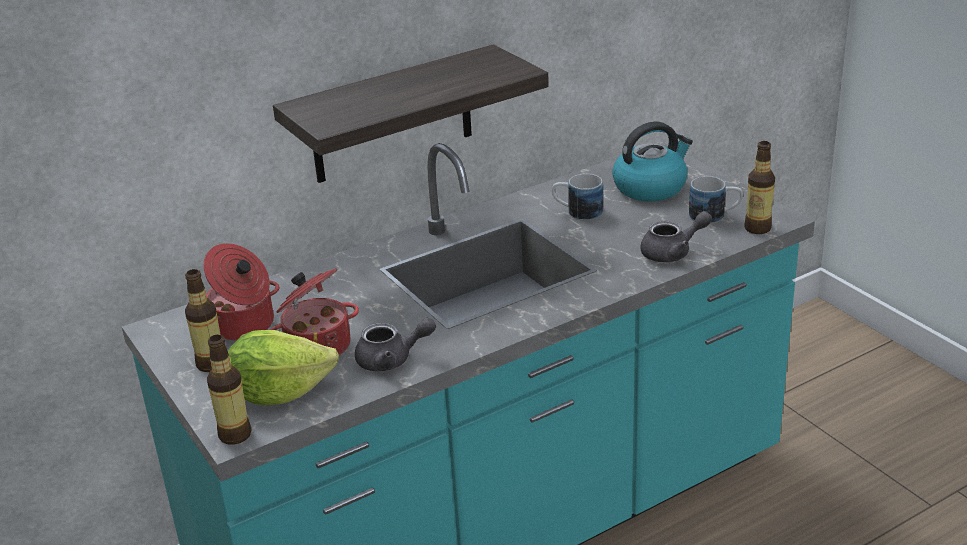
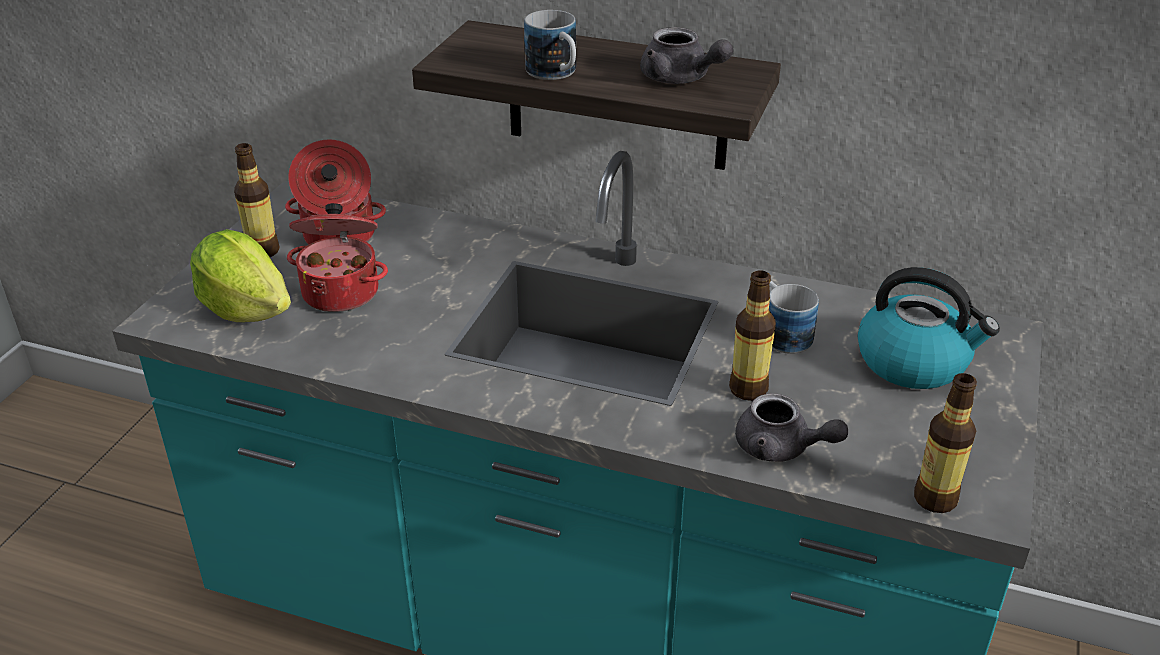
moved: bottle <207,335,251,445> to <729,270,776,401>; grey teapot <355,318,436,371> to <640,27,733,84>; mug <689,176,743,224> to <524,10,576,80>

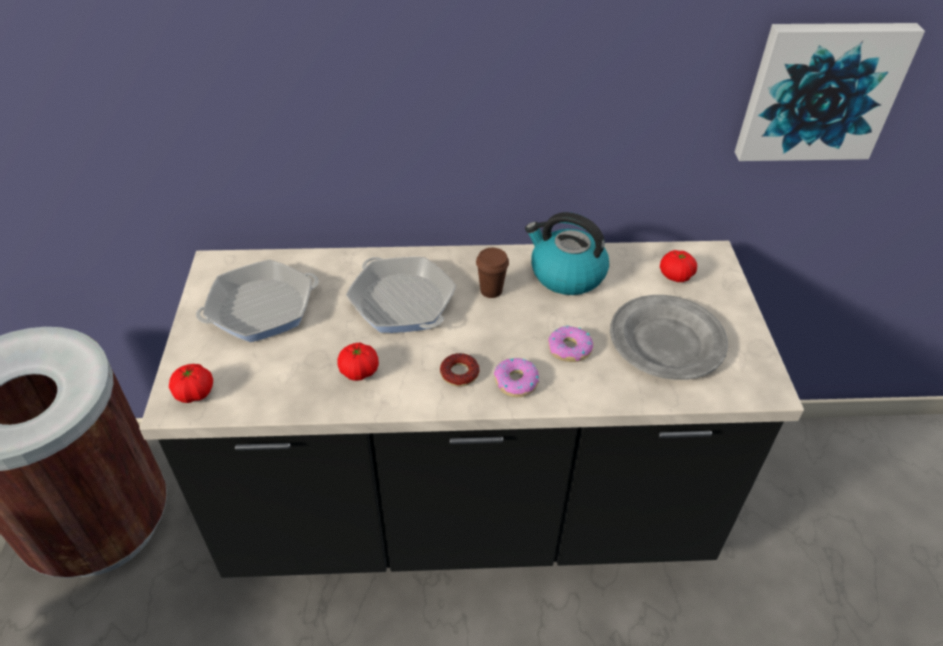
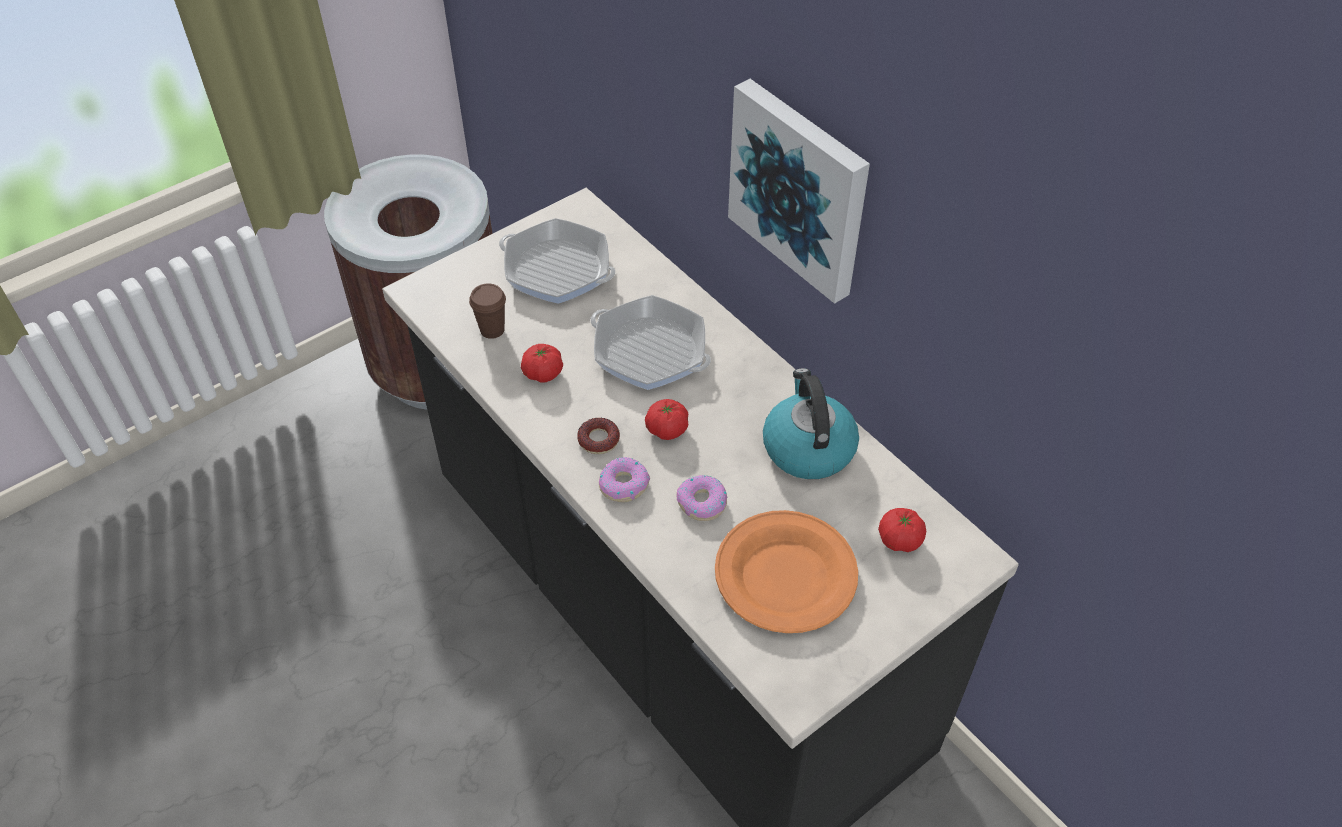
moved: tomato <169,364,213,403> to <645,399,688,440>; brown cup <476,248,509,298> to <469,283,506,339>; picture <735,23,925,161> to <728,79,870,304>
recoloured: grey plate <610,295,728,380> to orange plate <715,510,858,633>
turned: frying pan <346,257,456,333> = <590,295,711,390> 75 degrees counterclockwise

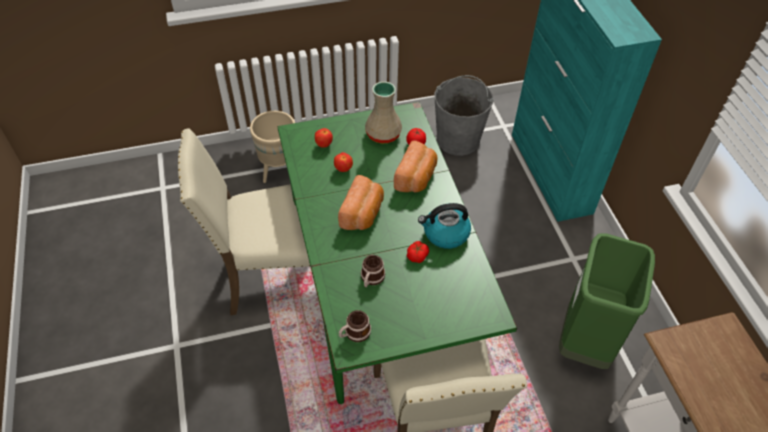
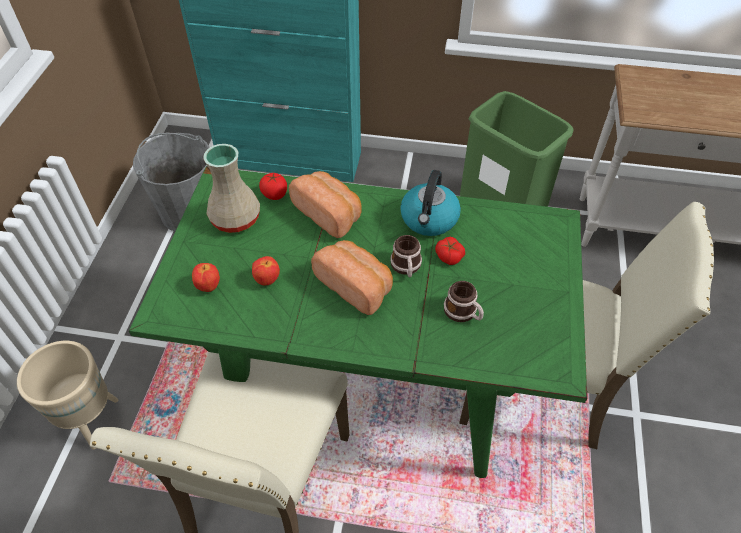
moved: mug <339,310,371,342> to <390,235,422,277>

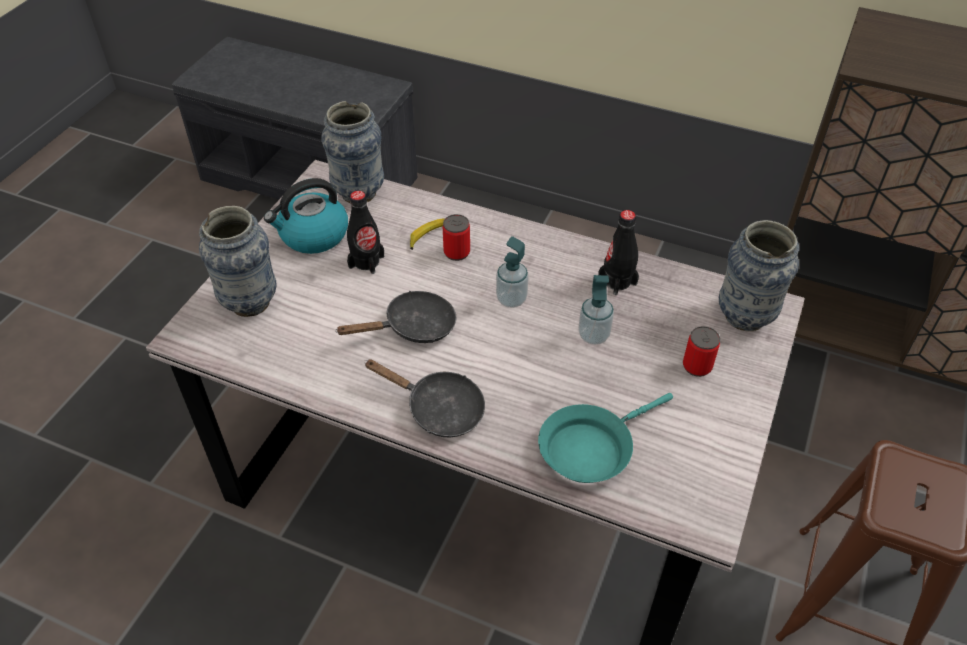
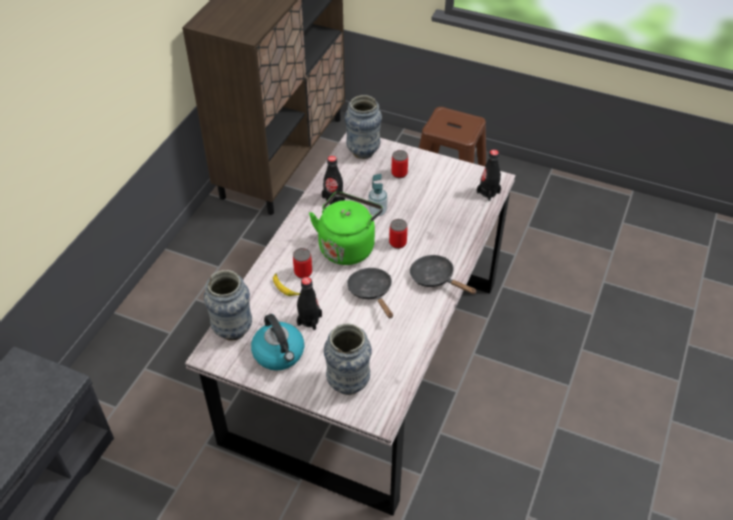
removed: turquoise frying pan <538,393,673,483>
added: can <389,219,408,249>; black bottle <477,150,501,201>
replaced: soap dispenser <496,236,529,308> to green kettle <309,192,383,265>
turned: black frying pan <364,359,485,438> = <410,255,477,294> 75 degrees counterclockwise

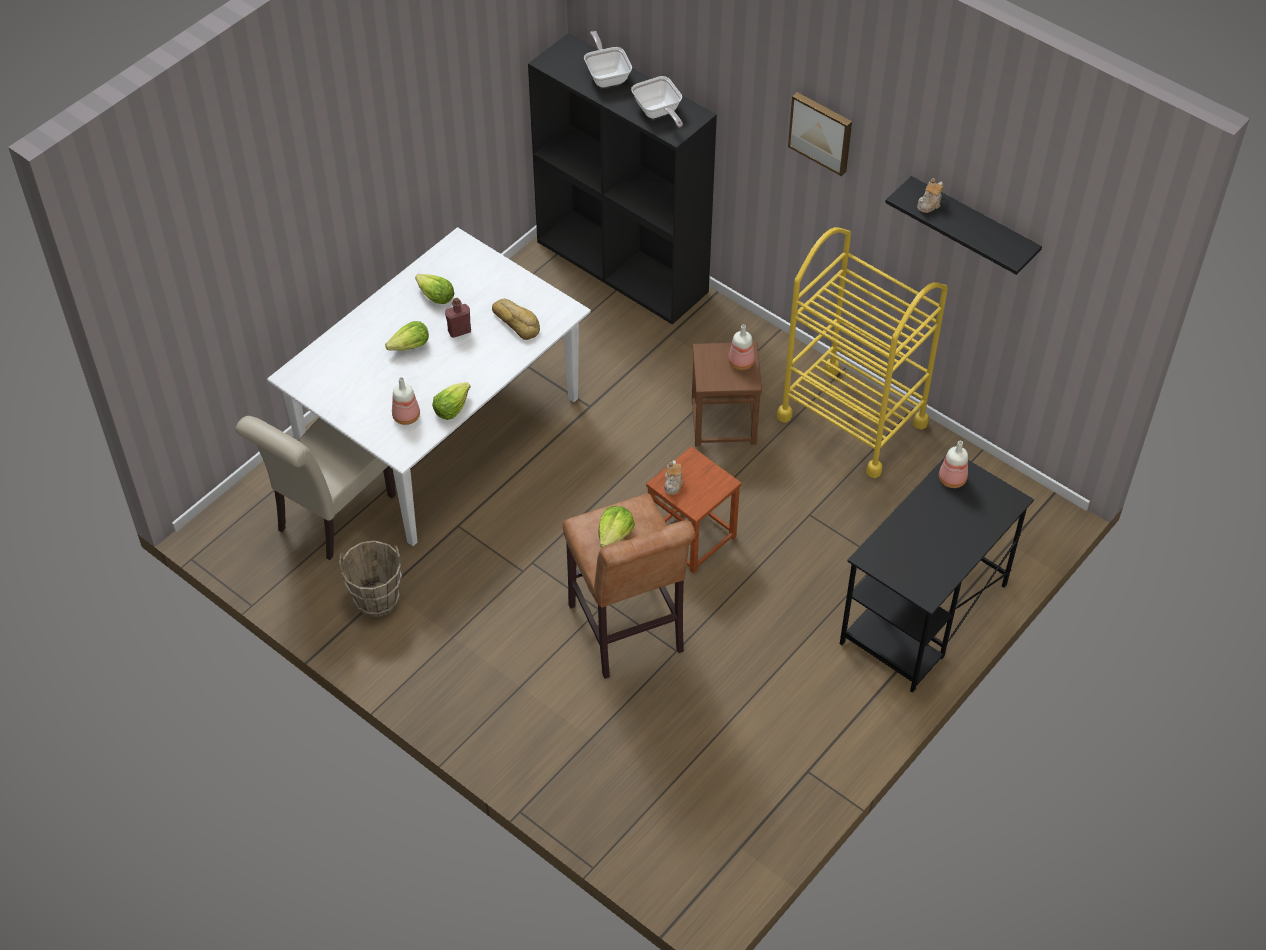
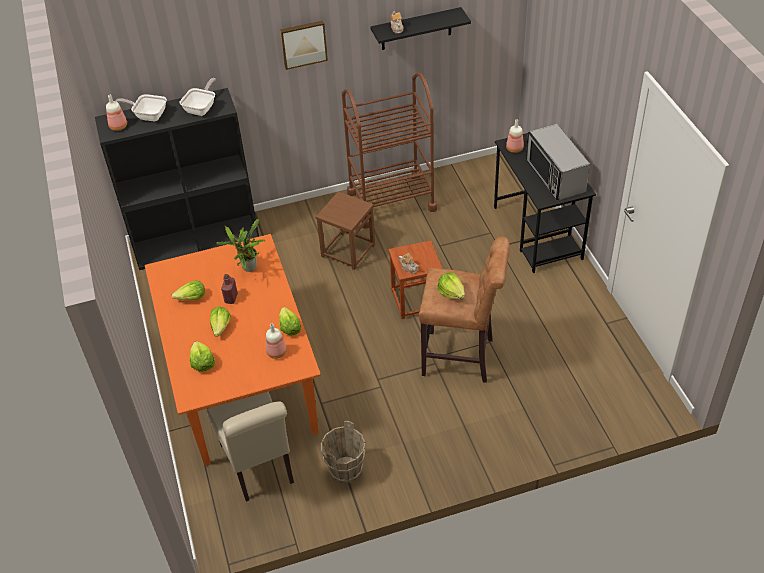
added: lettuce <190,341,215,372>; microwave <526,124,590,200>
moved: bottle <728,325,755,370> to <106,95,127,131>
replaced: bread <492,299,540,340> to potted plant <217,219,266,272>
recoloured: white dining table <267,227,591,546> to orange dining table <145,234,321,466>; yellow cart <777,227,948,478> to brown cart <342,72,437,229>
turned: frying pan <631,76,683,128> = <179,78,216,116> 75 degrees counterclockwise

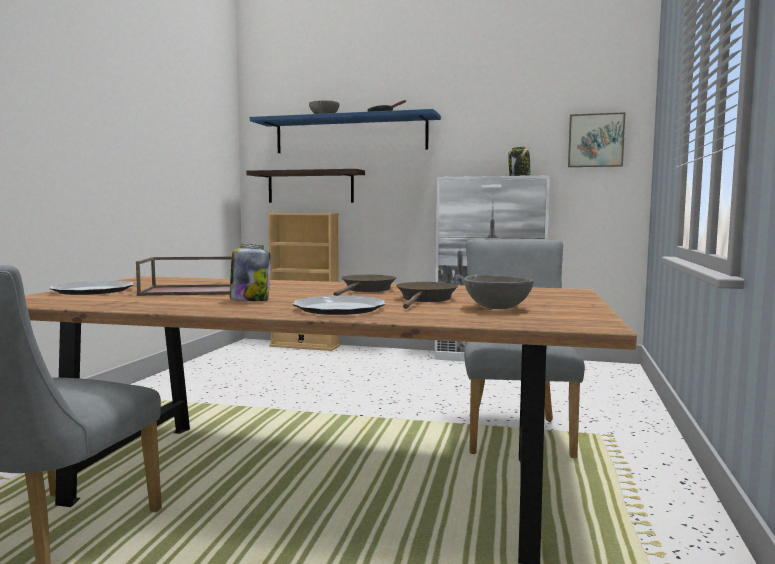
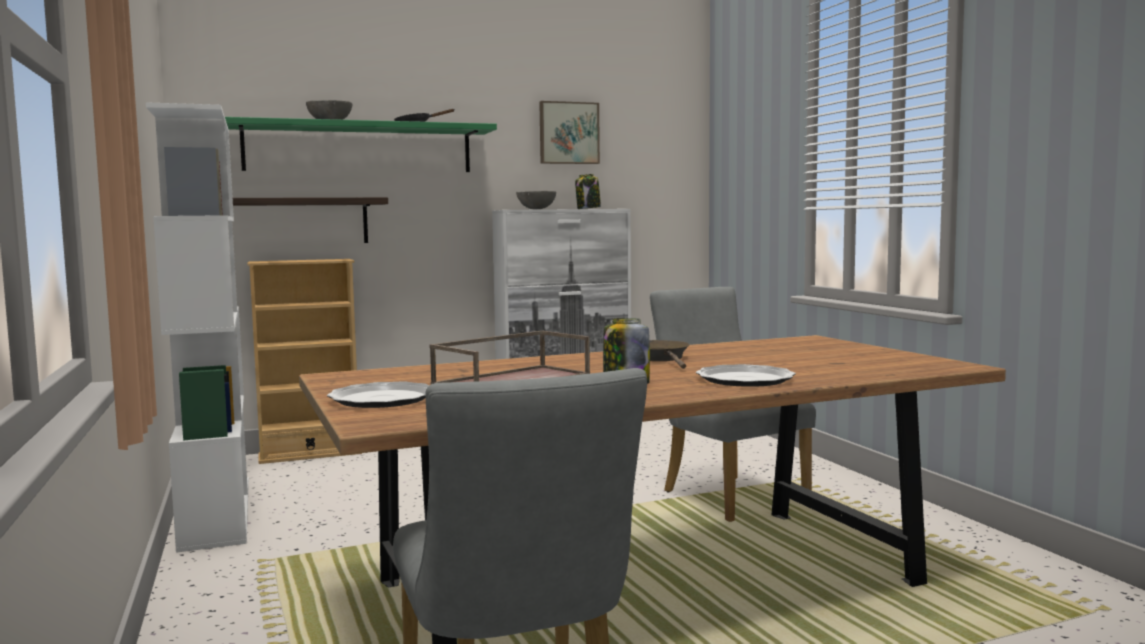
removed: brown frying pan <396,282,458,309>
added: white bookcase <146,102,249,553>
moved: grey bowl <464,275,533,309> to <516,191,556,209>; picture <568,112,625,167> to <539,101,600,164>
recoloured: blue shelf <250,109,441,153> to green shelf <225,117,497,172>

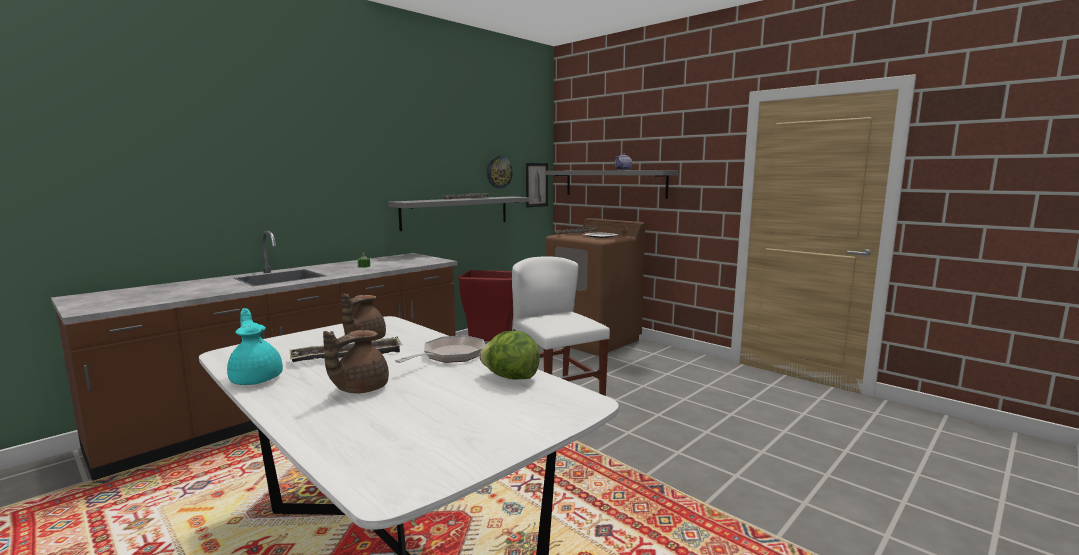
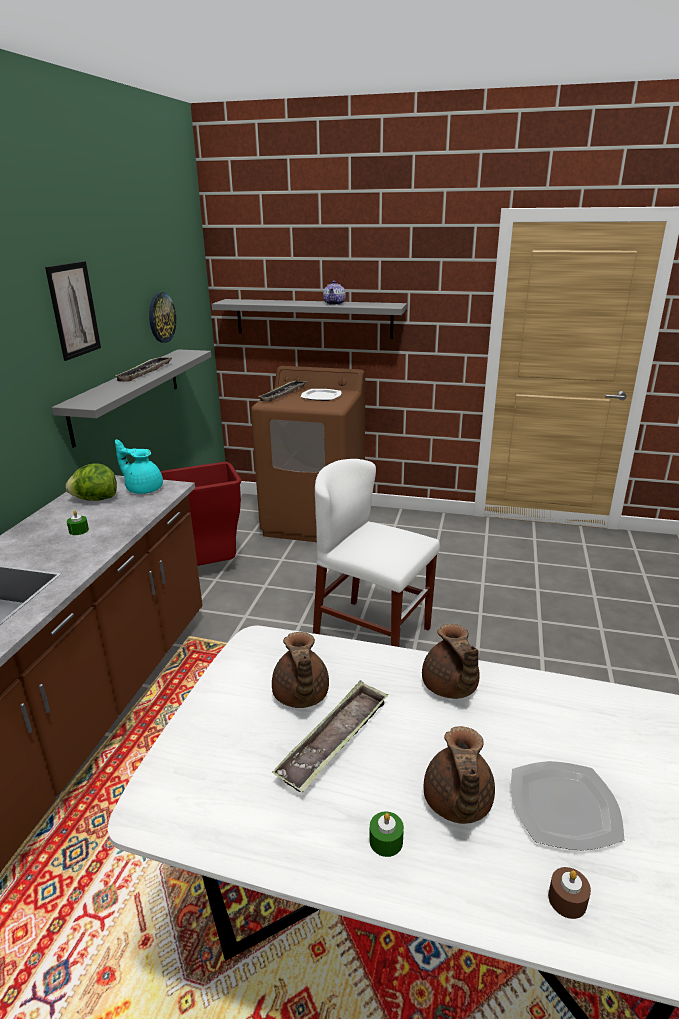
added: green candle <369,812,404,857>; plate <511,761,624,851>; brown candle <548,867,591,919>
moved: turquoise teapot <227,308,283,385> to <115,439,163,494>; lettuce <479,331,540,380> to <66,463,117,501>; picture <526,163,548,207> to <45,261,101,361>
replaced: frying pan <395,335,485,363> to brown teapot <422,624,480,699>

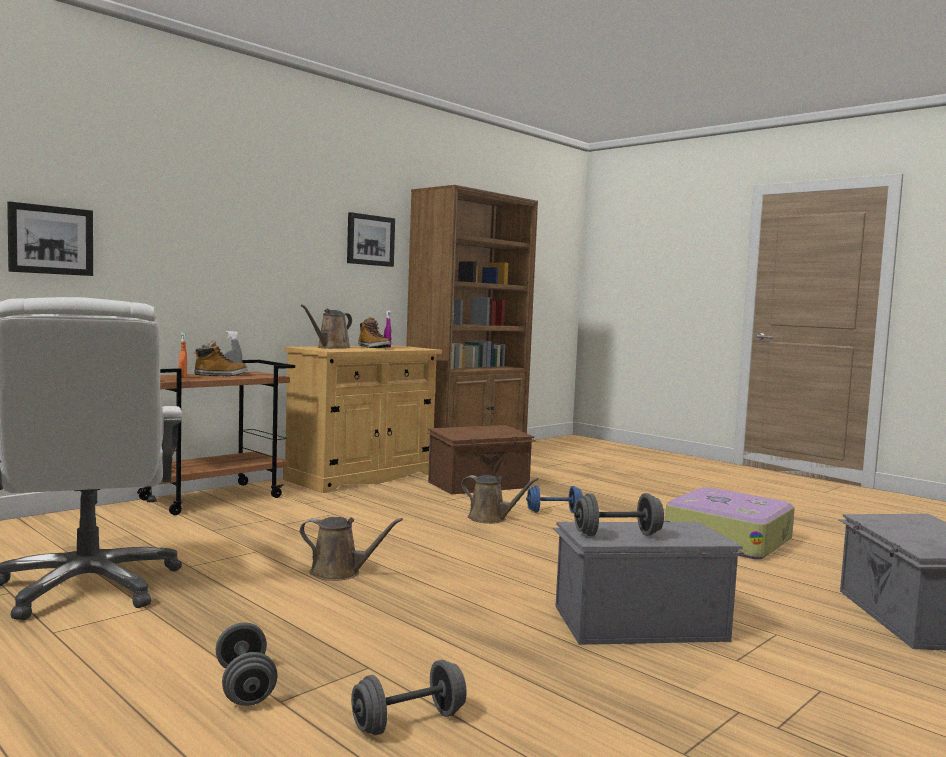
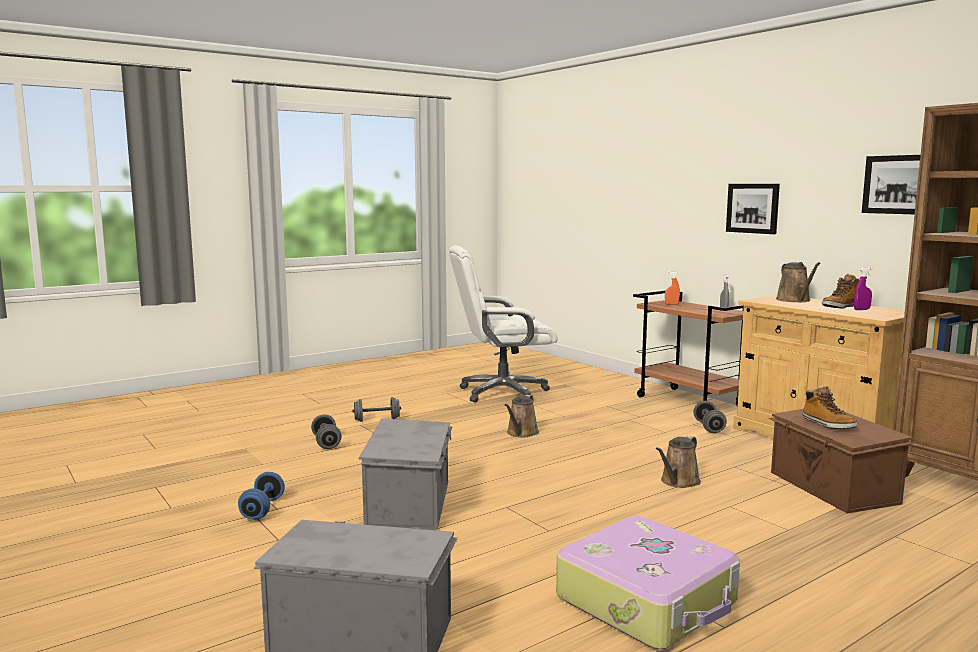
moved: picture <7,201,93,276> to <726,184,780,234>; boot <194,341,248,376> to <802,385,858,429>; blue dumbbell <526,486,583,513> to <238,472,285,520>; grey dumbbell <574,493,664,536> to <693,401,727,433>
turned: brown watering can <301,304,352,349> = <776,262,820,302> 135 degrees counterclockwise

